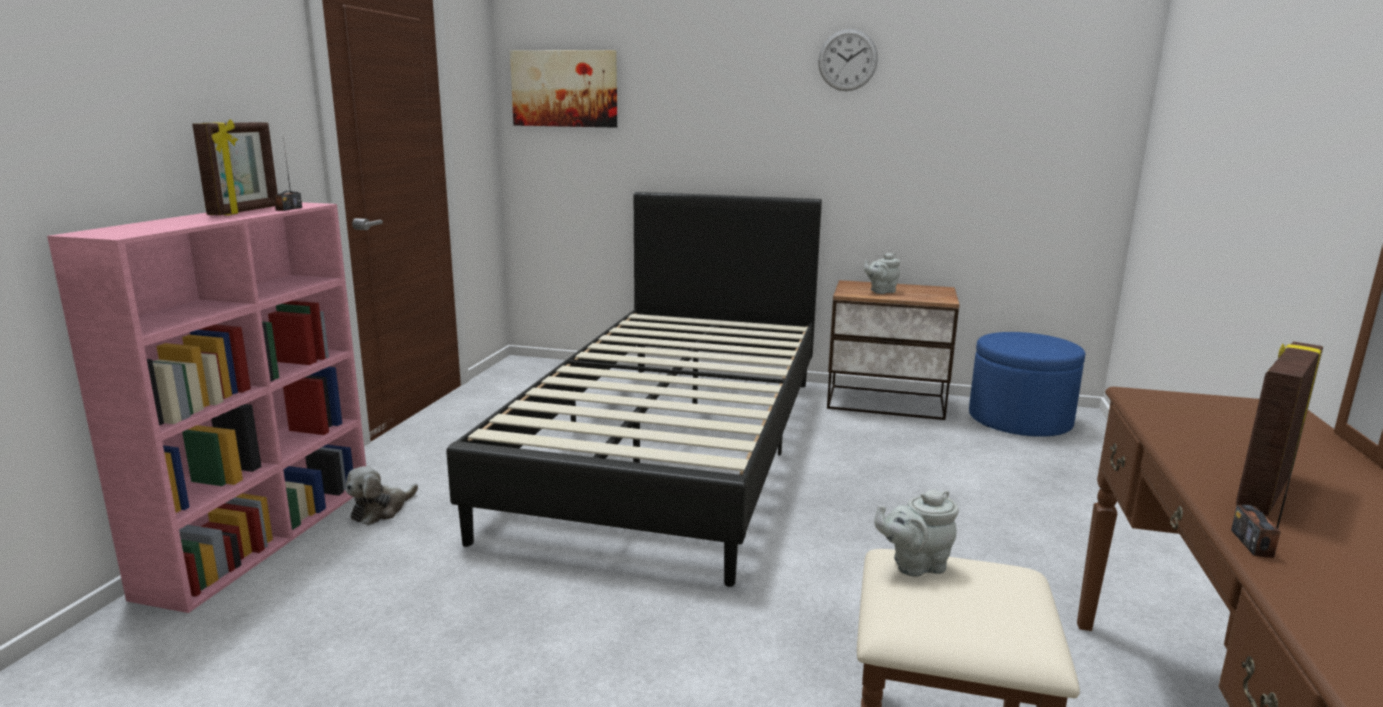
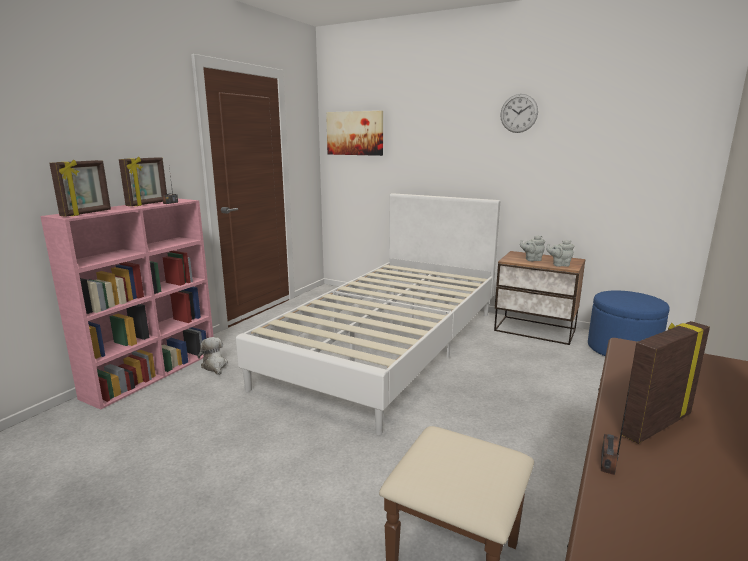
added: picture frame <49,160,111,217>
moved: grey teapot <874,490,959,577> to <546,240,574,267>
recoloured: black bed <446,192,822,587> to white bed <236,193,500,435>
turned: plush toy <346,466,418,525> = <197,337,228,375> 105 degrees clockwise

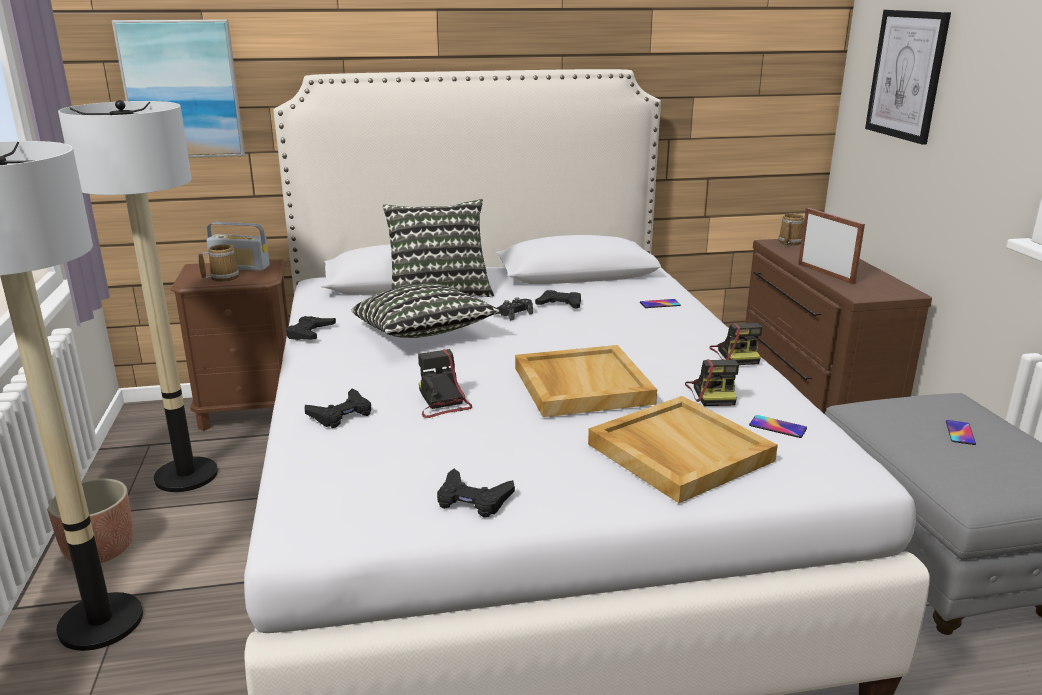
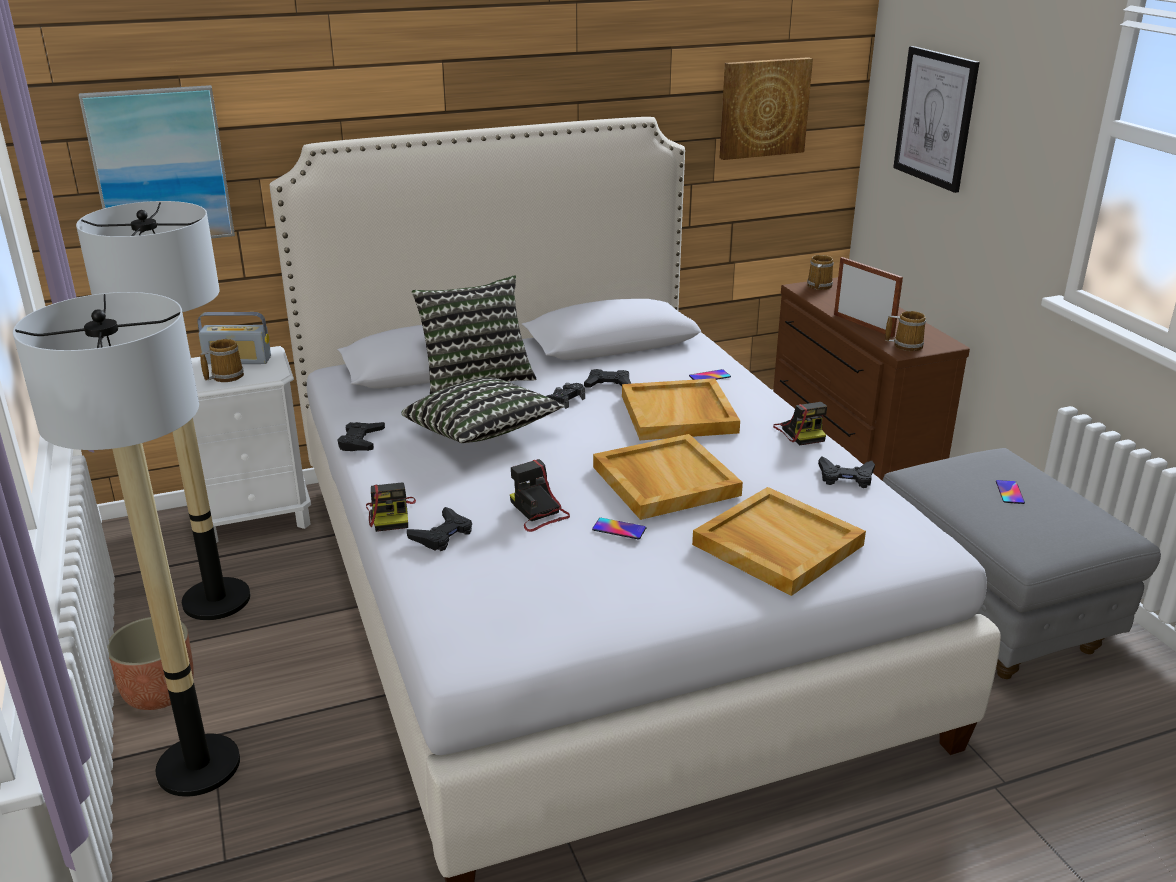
added: beige tray <622,378,740,440>; picture <719,57,813,160>; mug <885,311,926,351>
moved: black game controller <437,469,515,517> to <818,456,875,488>; photo camera <685,359,739,406> to <366,482,416,532>; phone <749,415,807,438> to <592,518,646,539>
recoloured: brown nightstand <170,259,289,431> to white nightstand <191,346,311,543>

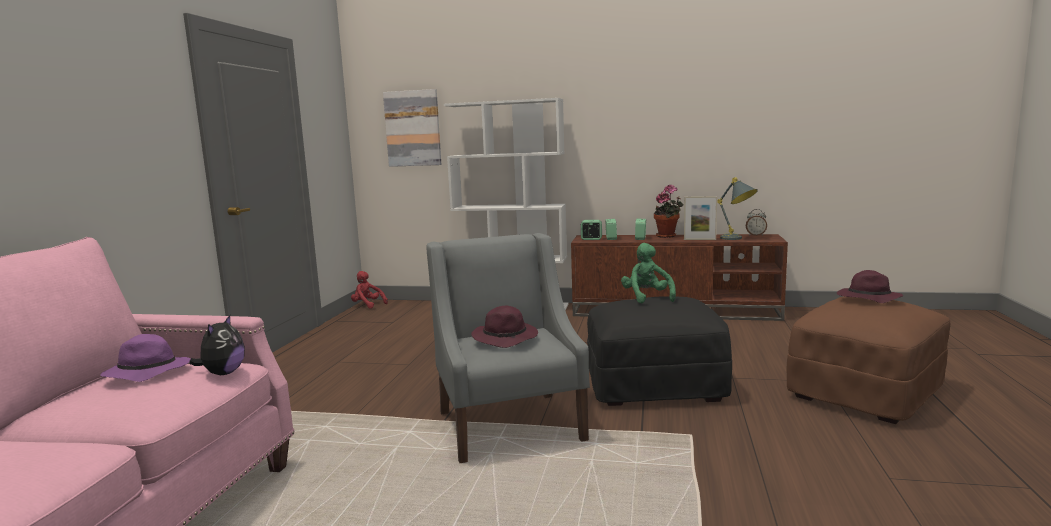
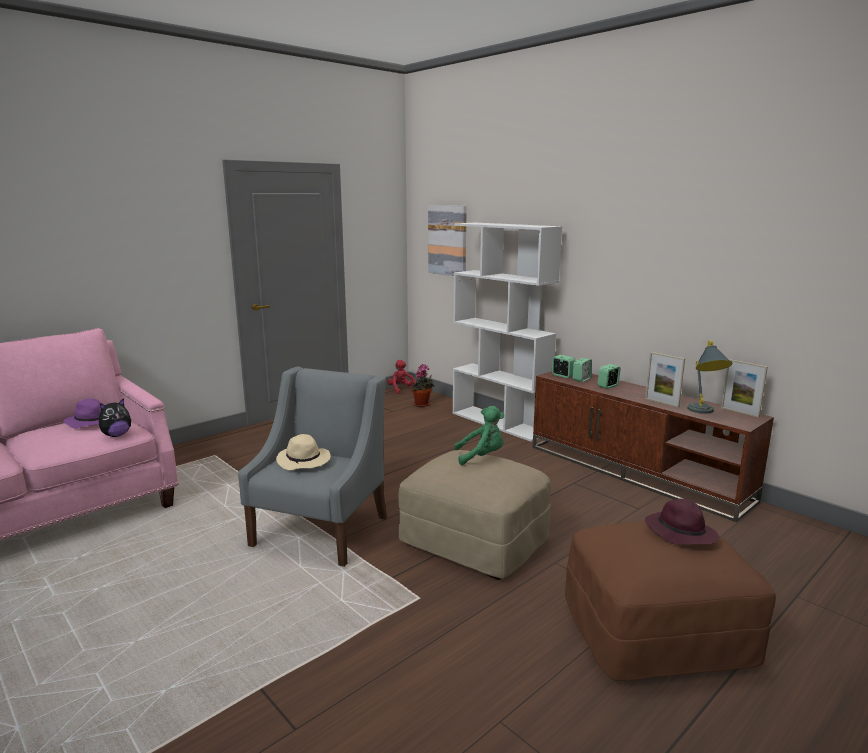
moved: potted plant <654,184,683,238> to <411,364,434,407>
replaced: alarm clock <746,209,767,236> to picture frame <721,359,768,418>
recoloured: purple hat <471,306,538,348> to beige hat <276,434,331,470>; black ottoman <587,296,732,406> to beige ottoman <398,450,551,580>
turned: green plush toy <621,243,676,304> = <454,406,504,465> 60 degrees clockwise

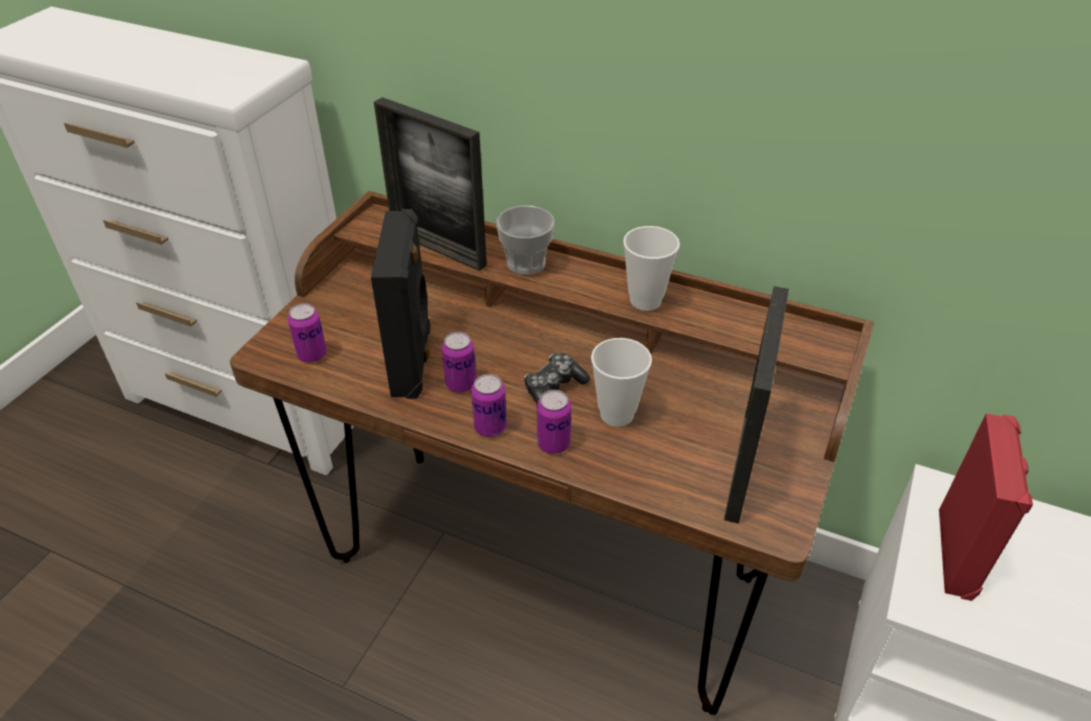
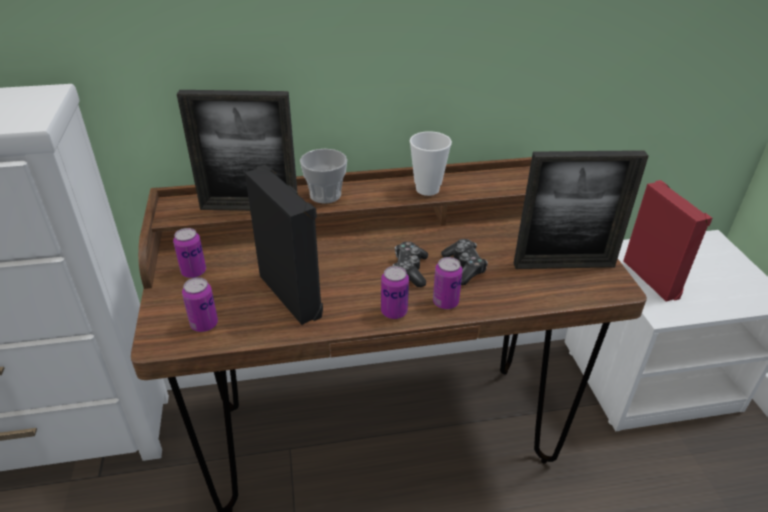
moved: can <442,332,476,393> to <173,228,206,278>
replaced: cup <591,338,652,427> to game controller <441,239,488,285>
turned: picture frame <724,286,789,524> = <514,150,648,269> 75 degrees counterclockwise

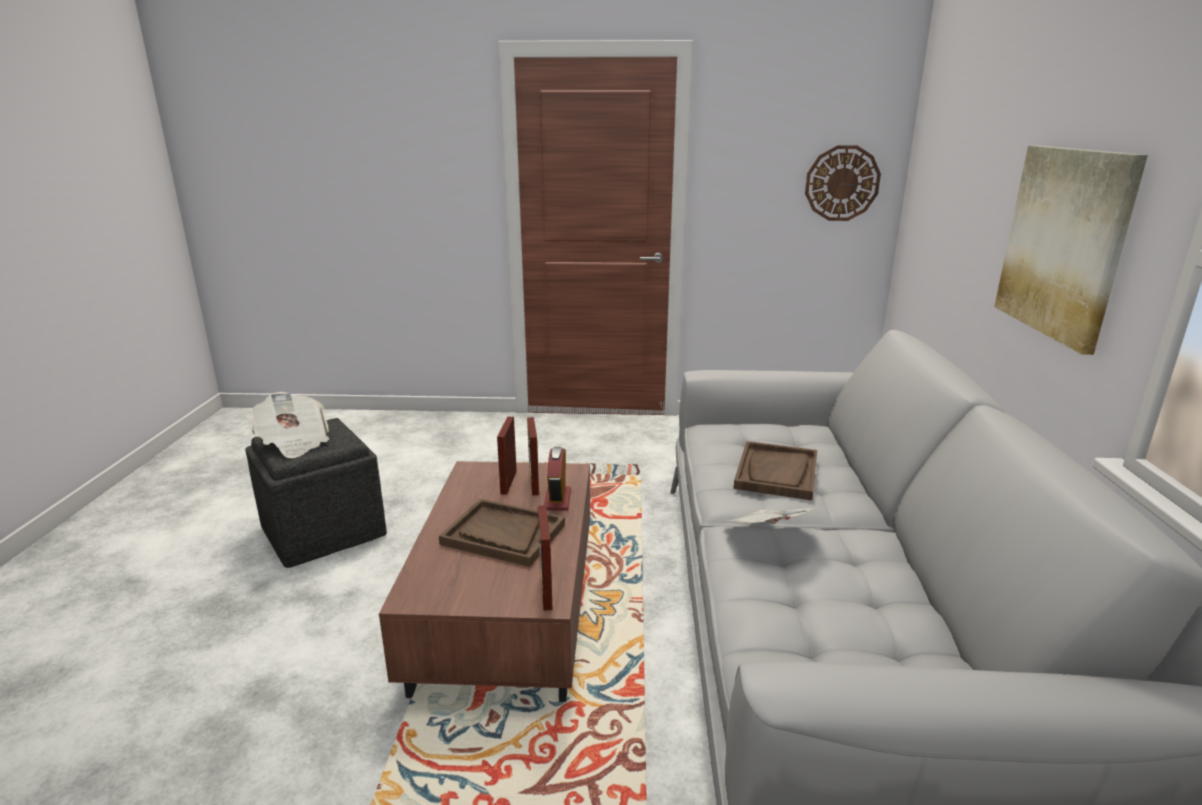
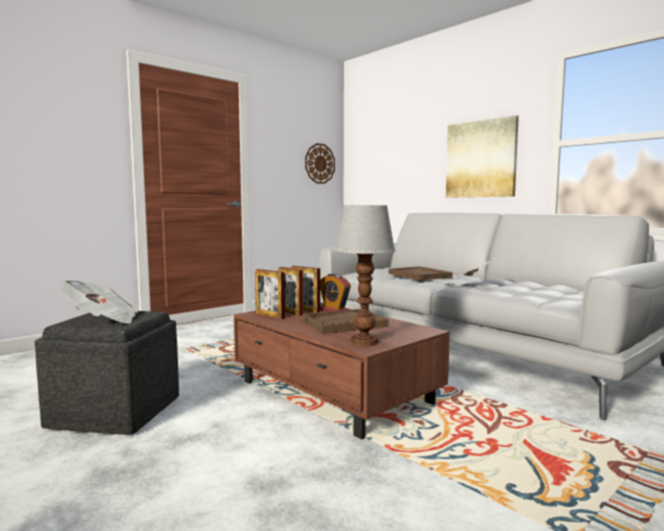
added: table lamp <335,205,395,346>
moved: picture frame <538,505,553,611> to <255,269,285,319>

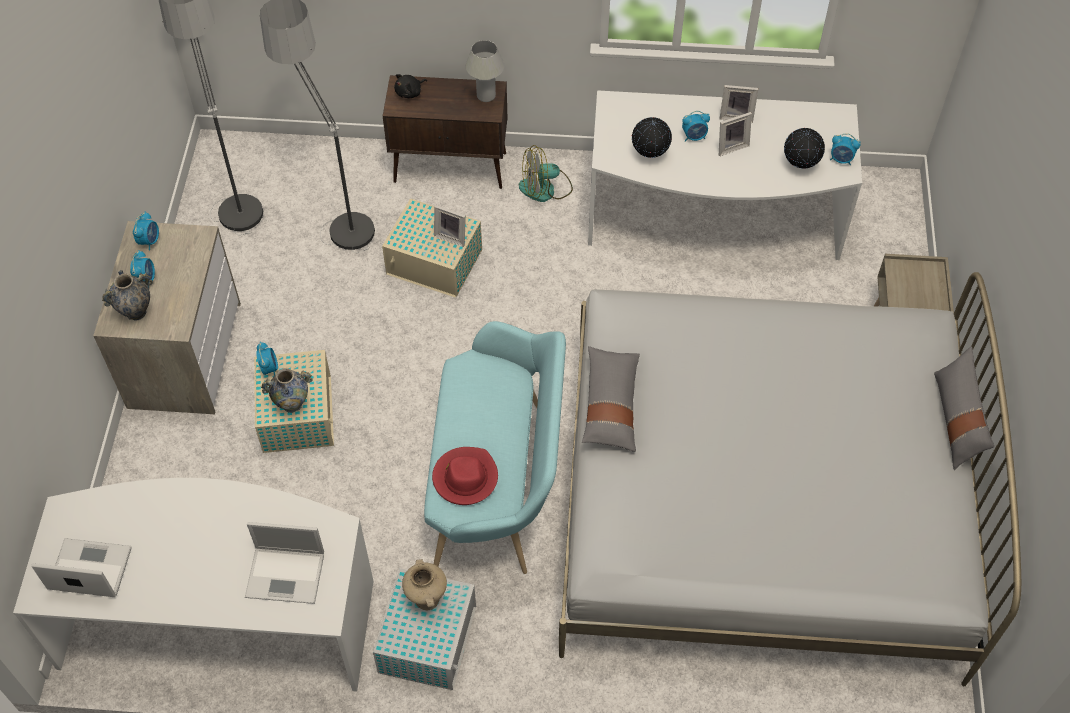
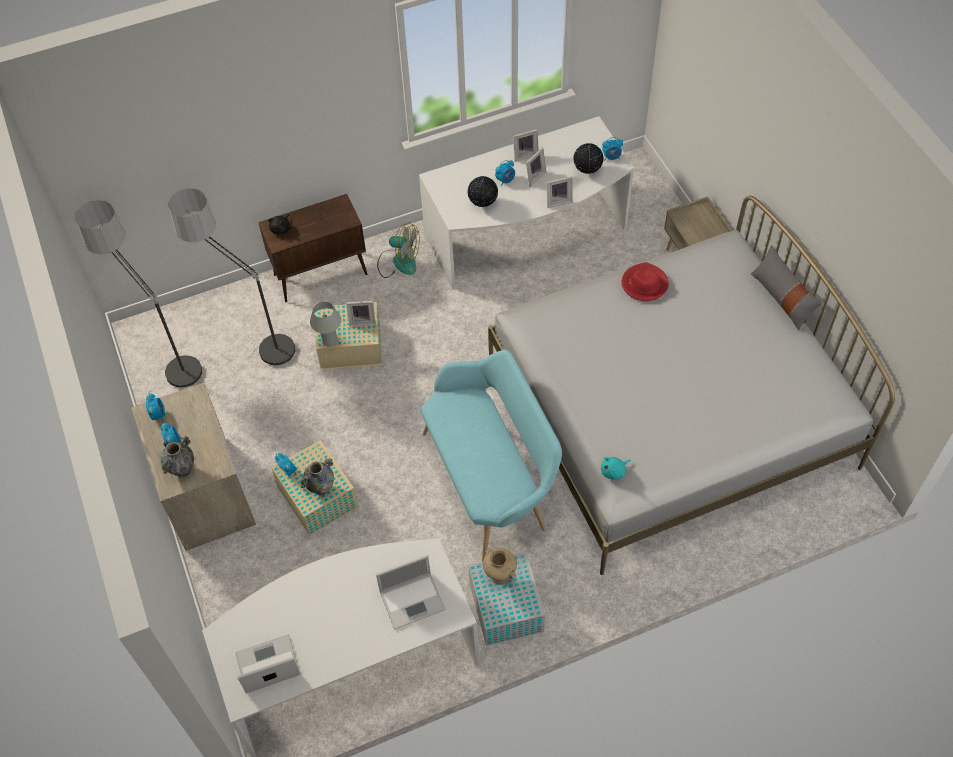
removed: grey pillow <582,346,640,452>
added: picture frame <547,176,573,208>; turquoise plush toy <601,457,631,480>
moved: red hat <432,447,498,505> to <622,262,669,301>; white table lamp <466,40,504,102> to <310,301,341,347>
turned: fan <519,145,573,202> = <377,222,420,278> 120 degrees counterclockwise

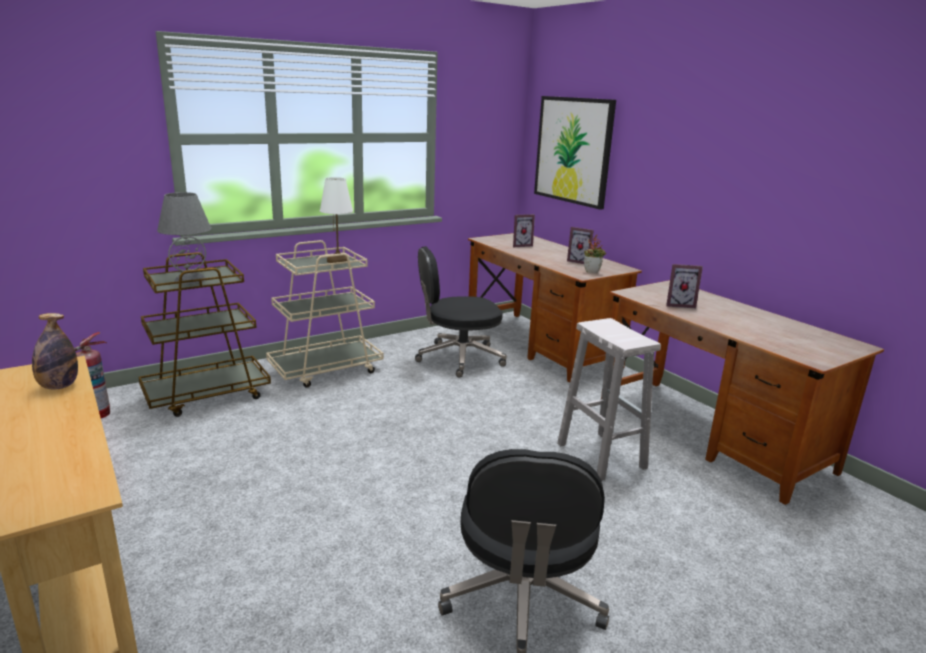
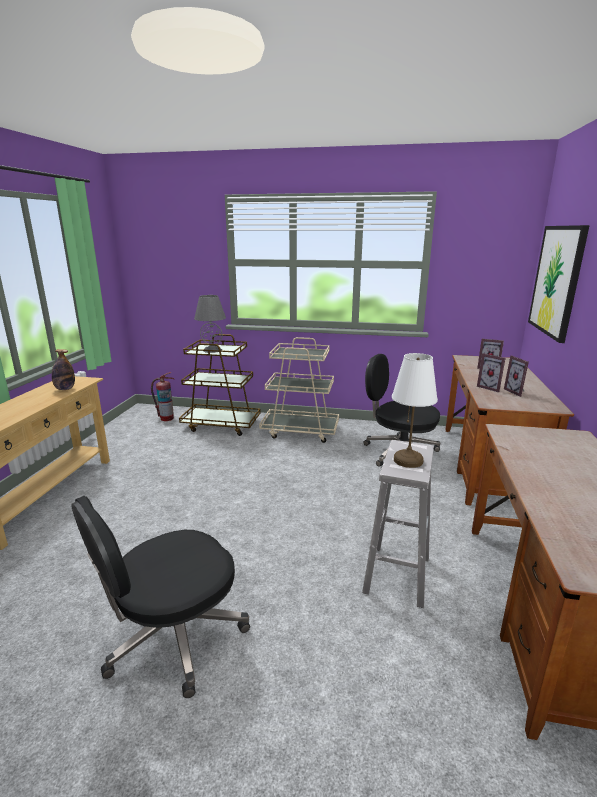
removed: potted plant <584,235,606,273>
moved: white table lamp <320,177,353,264> to <392,353,438,468>; picture frame <666,264,703,308> to <477,353,505,392>

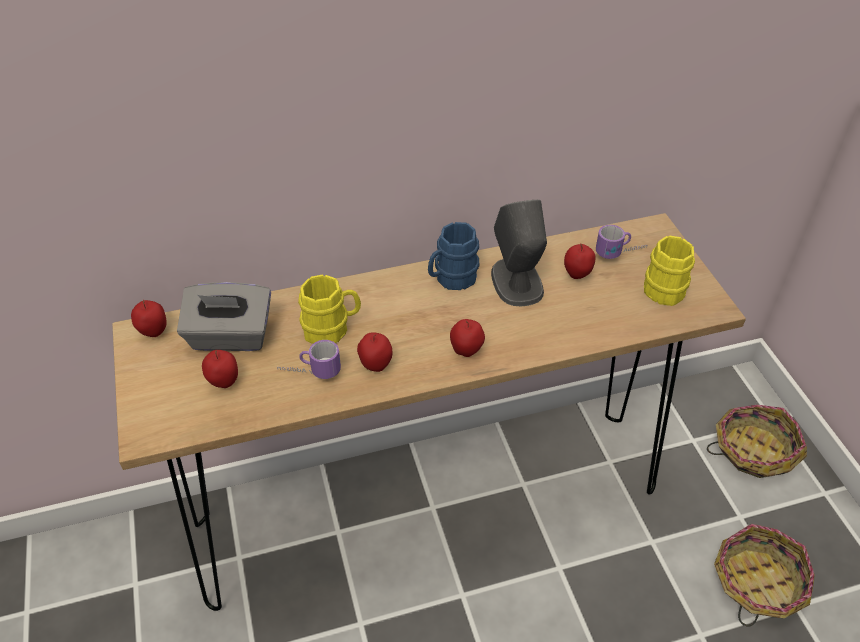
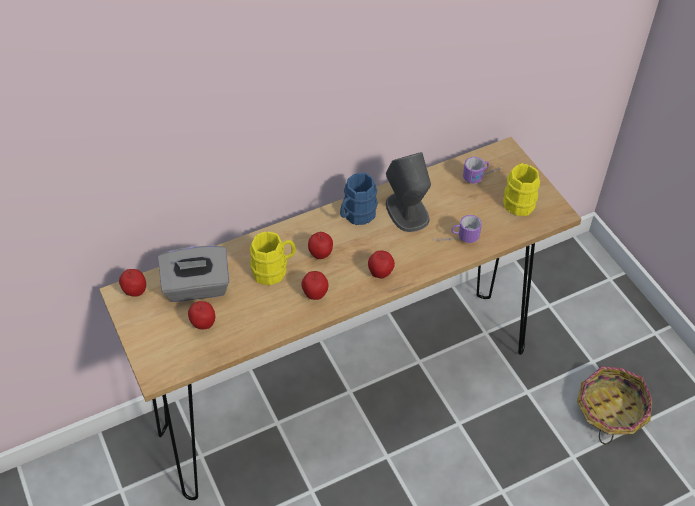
removed: basket <707,405,807,478>
moved: mug <277,340,341,379> to <432,215,482,243>; apple <564,243,596,279> to <308,232,333,259>

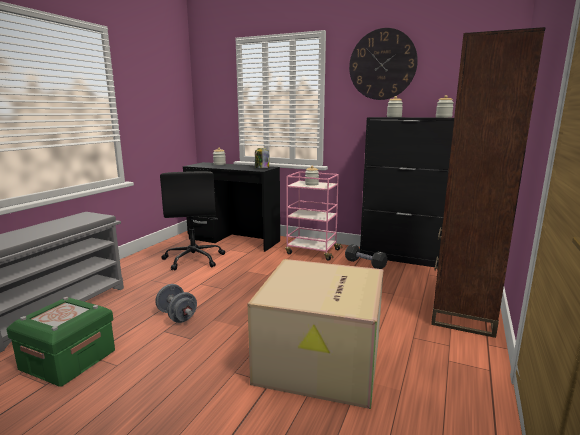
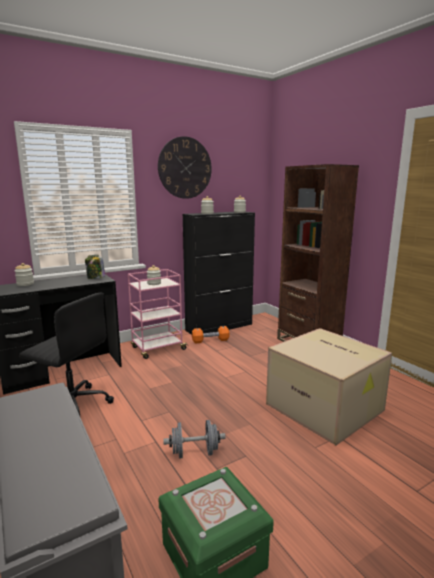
recoloured: black dumbbell <345,244,387,269> to orange dumbbell <192,326,230,344>

